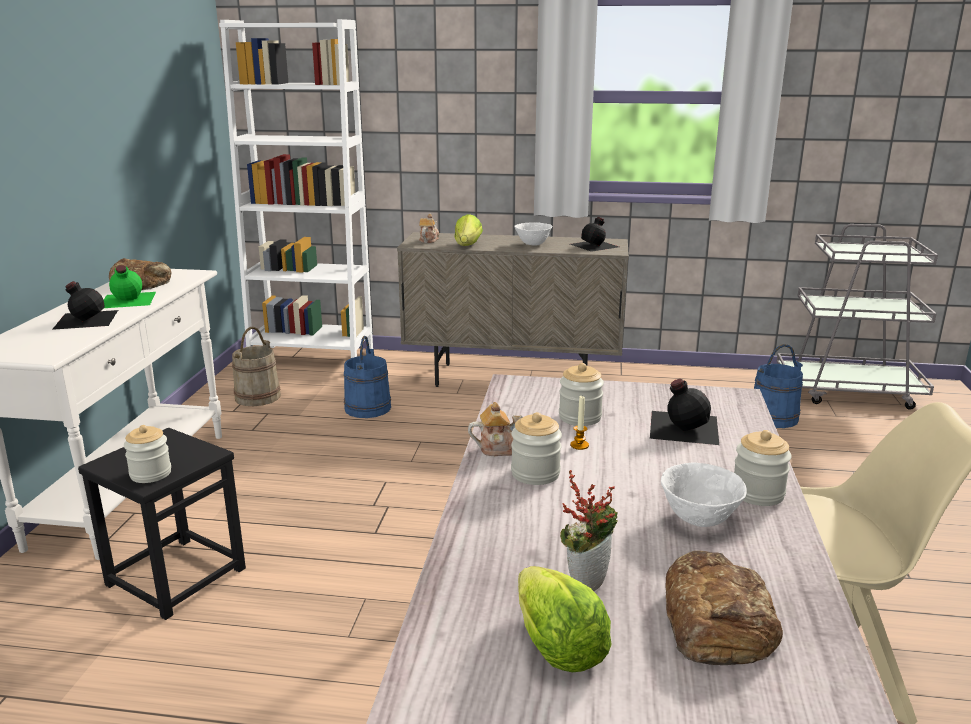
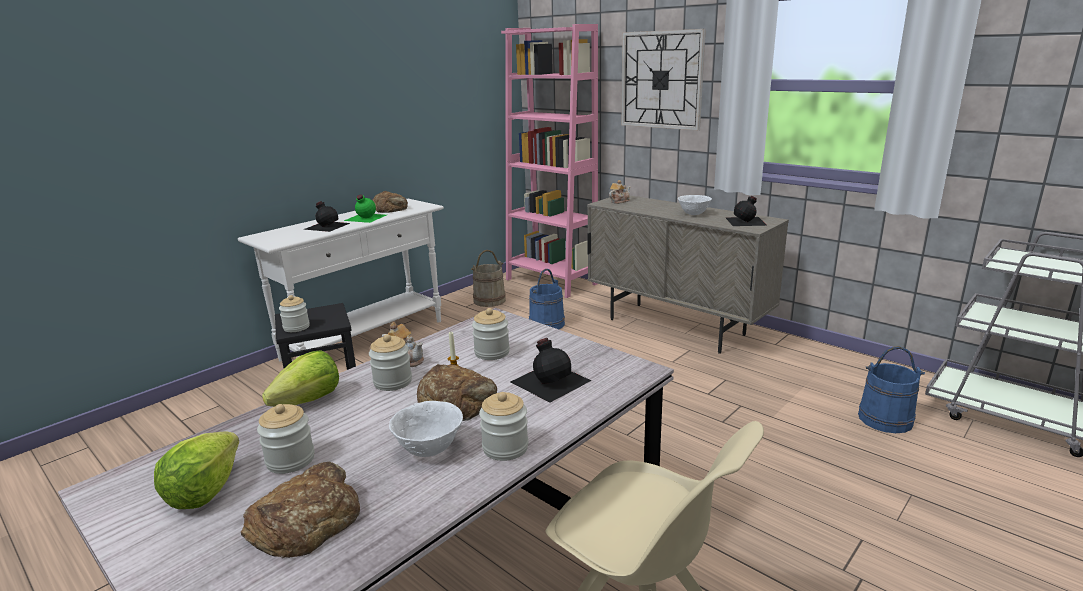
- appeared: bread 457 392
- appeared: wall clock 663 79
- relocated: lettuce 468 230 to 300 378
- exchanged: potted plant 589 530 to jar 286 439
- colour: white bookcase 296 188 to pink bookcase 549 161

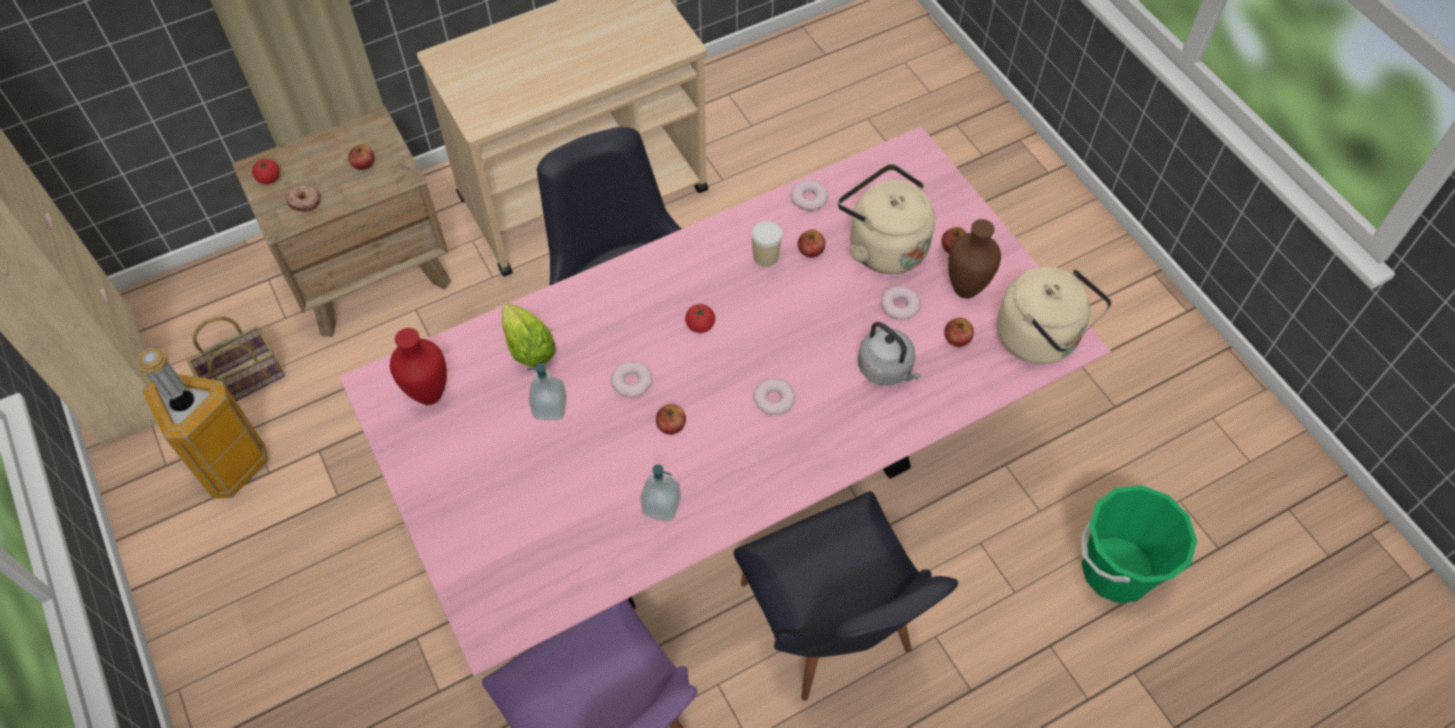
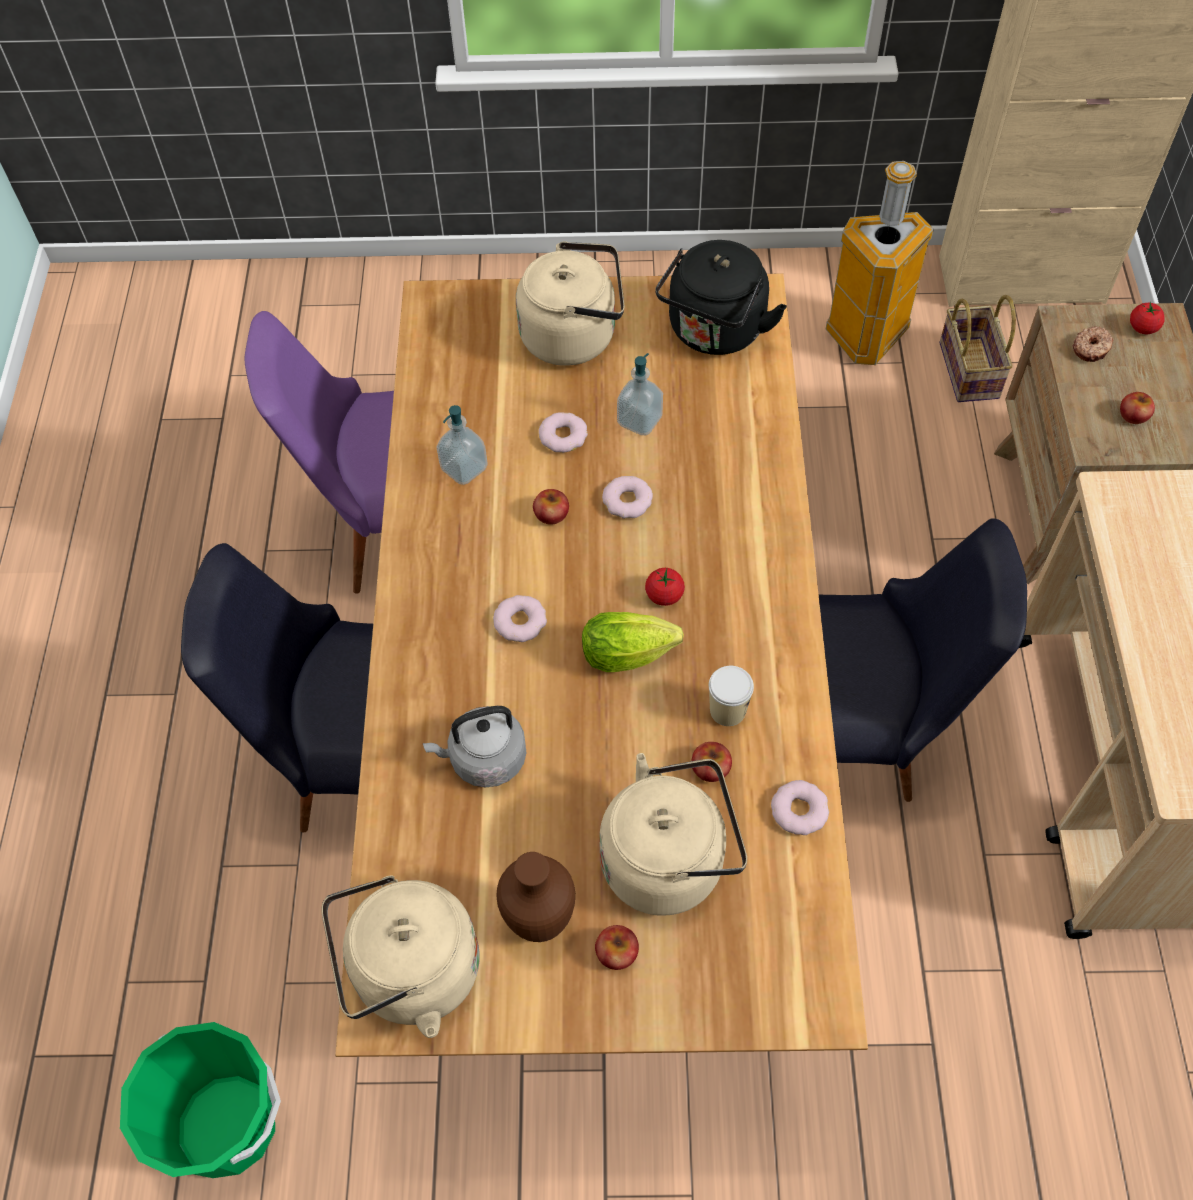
- missing: apple 959 332
- appeared: beige kettle 570 303
- relocated: lettuce 529 335 to 633 642
- relocated: donut 901 303 to 563 432
- exchanged: red vase 418 366 to black kettle 721 297
- colour: pink dining table 725 401 to brown dining table 601 665

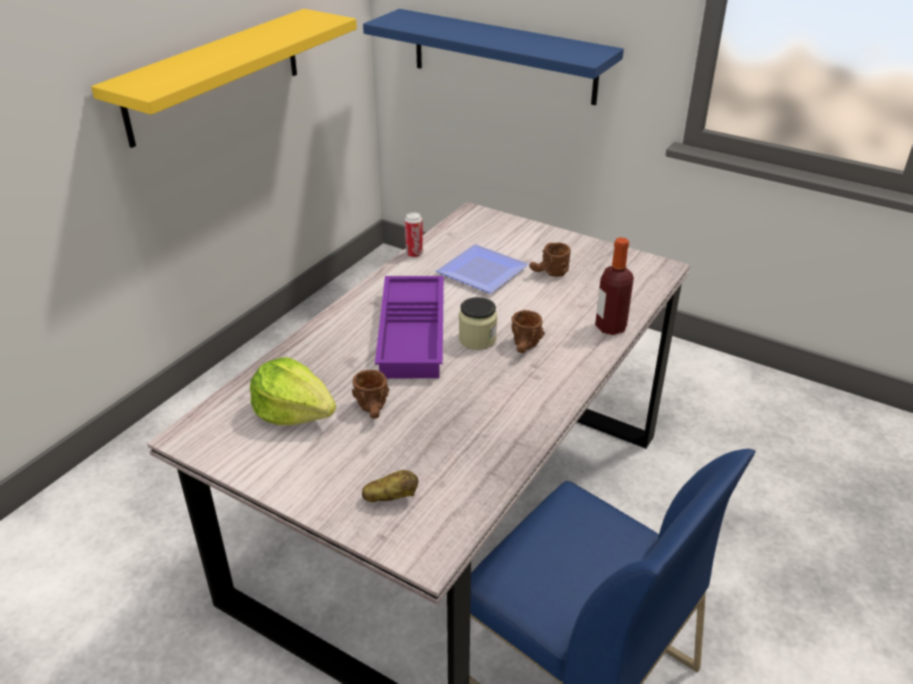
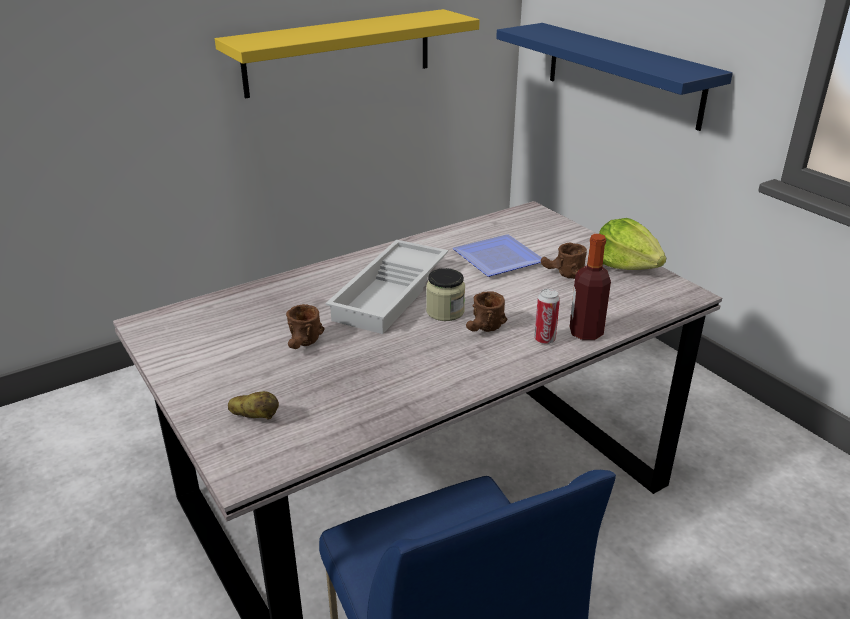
- relocated: lettuce 293 391 to 632 244
- relocated: can 414 235 to 547 316
- colour: purple tray 409 327 to white tray 386 287

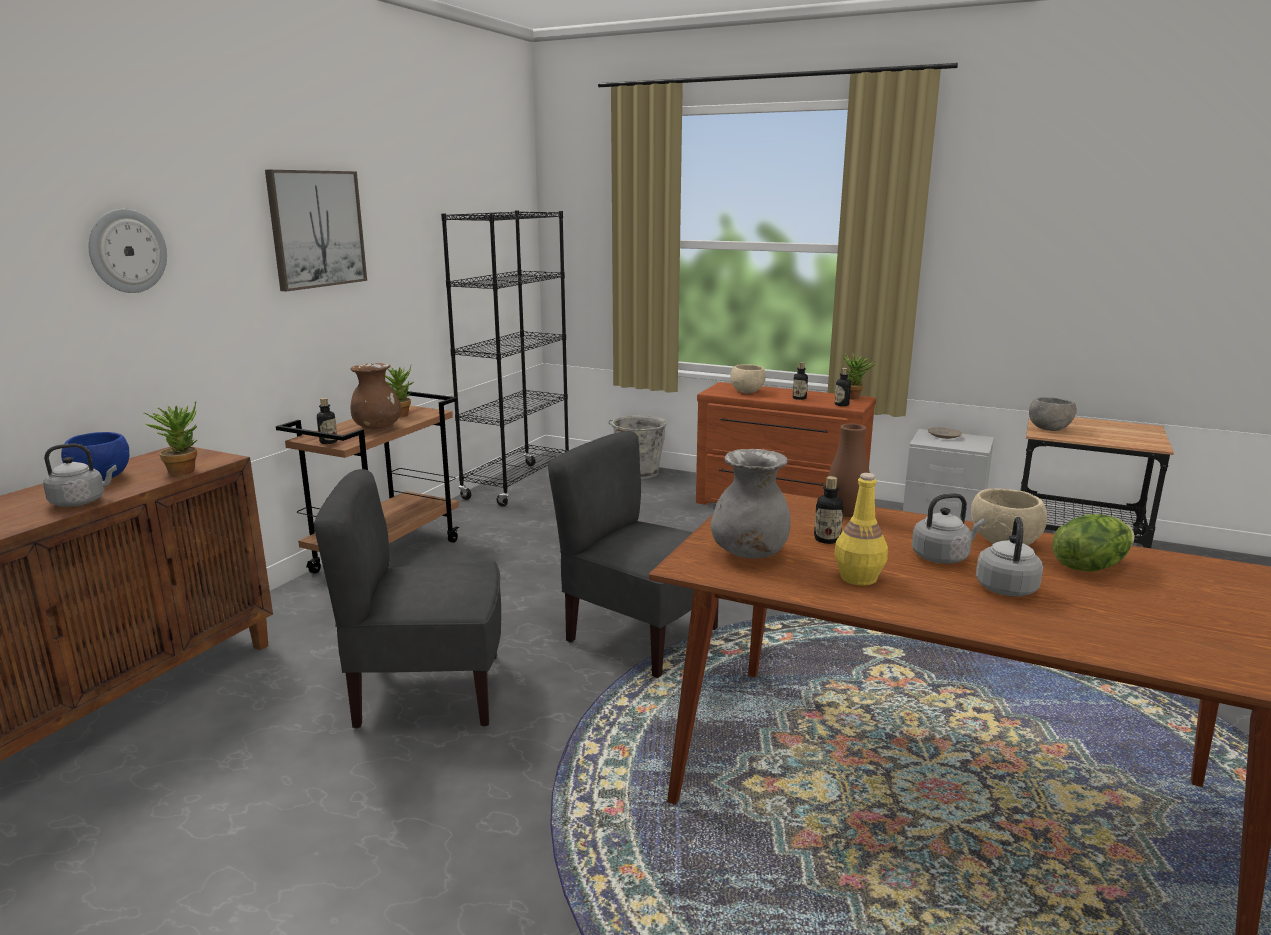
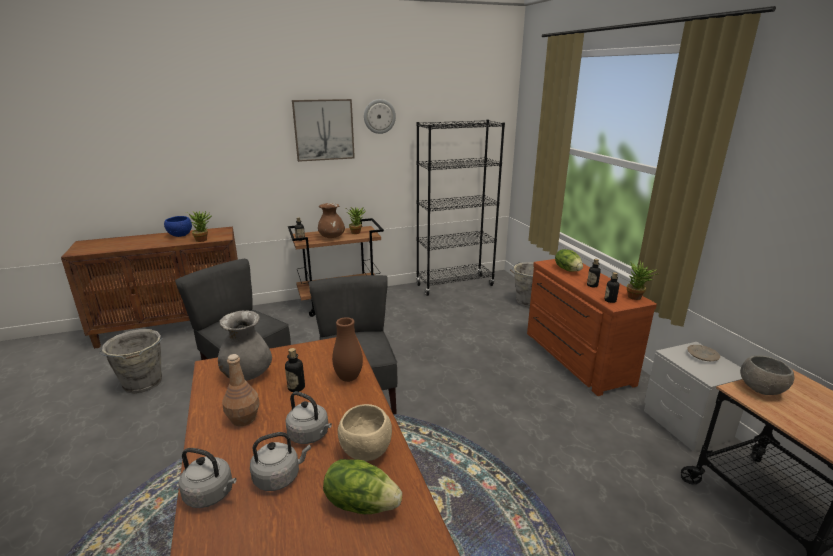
- appeared: grey bucket 131 361
- relocated: grey kettle 80 475 to 207 478
- relocated: wall clock 128 251 to 380 116
- exchanged: beige bowl 748 379 to lettuce 569 260
- colour: yellow bottle 861 529 to brown bottle 241 390

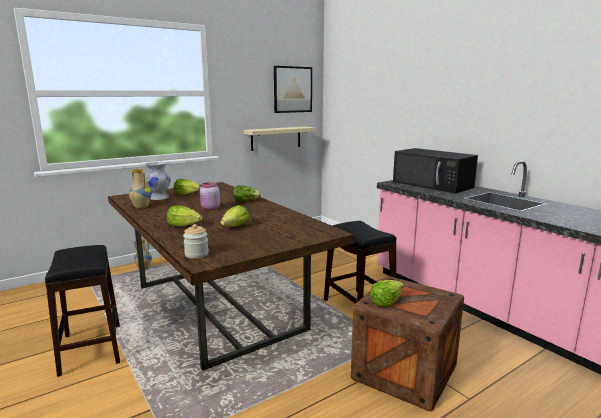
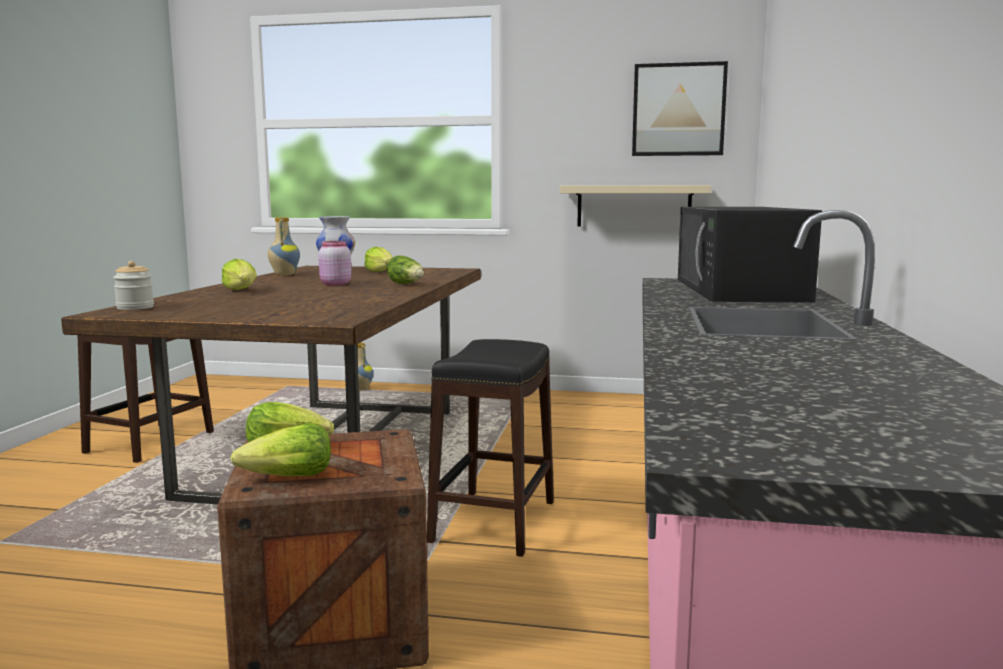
- relocated: lettuce 234 215 to 281 449

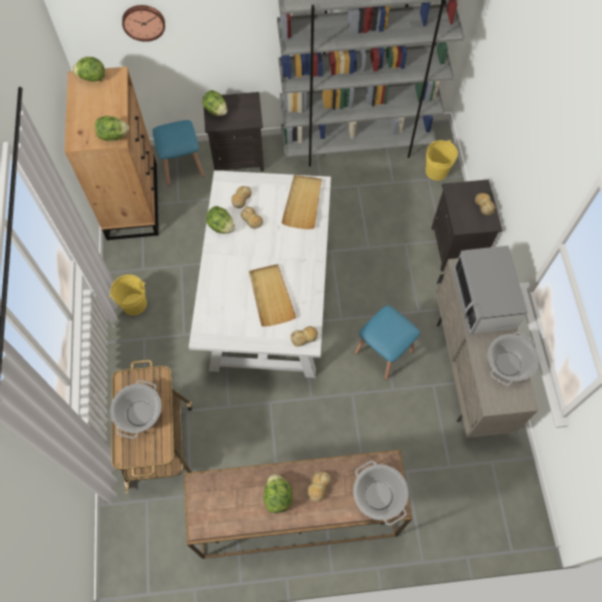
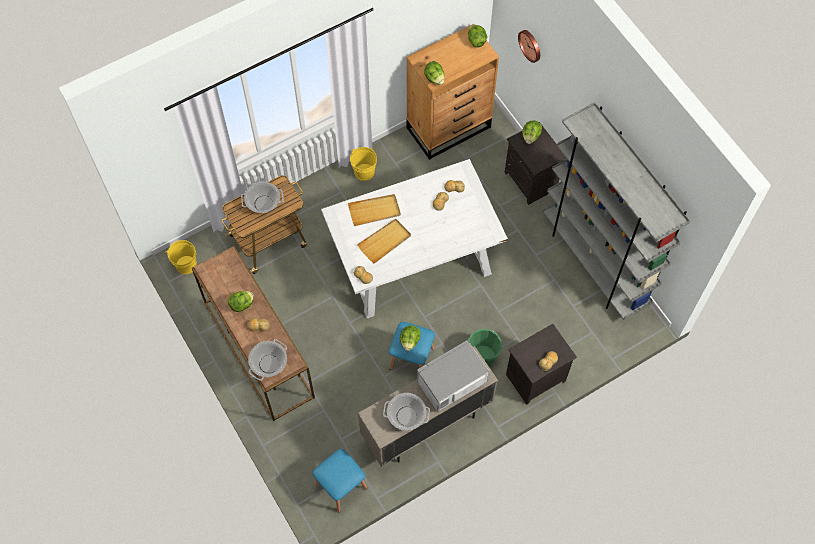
- appeared: green bucket 485 347
- relocated: blue stool 178 153 to 340 480
- relocated: lettuce 220 220 to 410 338
- relocated: beige tray 301 202 to 374 210
- relocated: yellow bucket 442 160 to 181 257

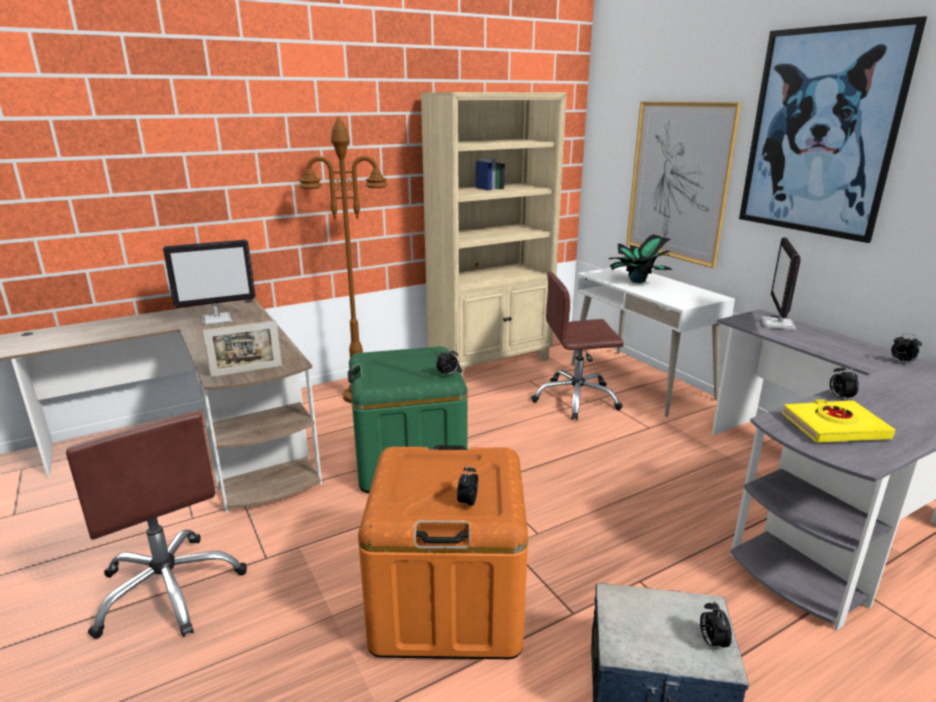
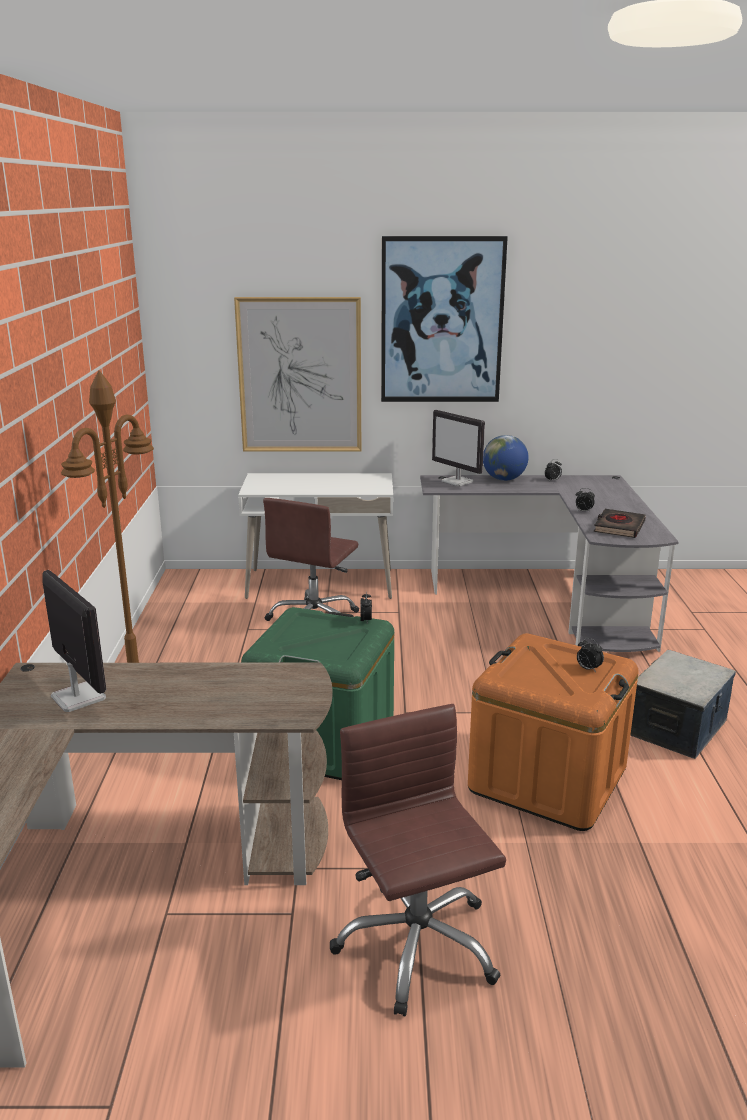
- missing: picture frame 242 348
- missing: beige bookcase 494 235
- missing: potted plant 640 258
- missing: alarm clock 716 627
- appeared: globe 506 458
- colour: yellow book 838 421 to black book 620 523
- spun: brown office chair 156 525 = 418 860 105 degrees counterclockwise
- spun: monitor 209 282 = 74 641 45 degrees counterclockwise

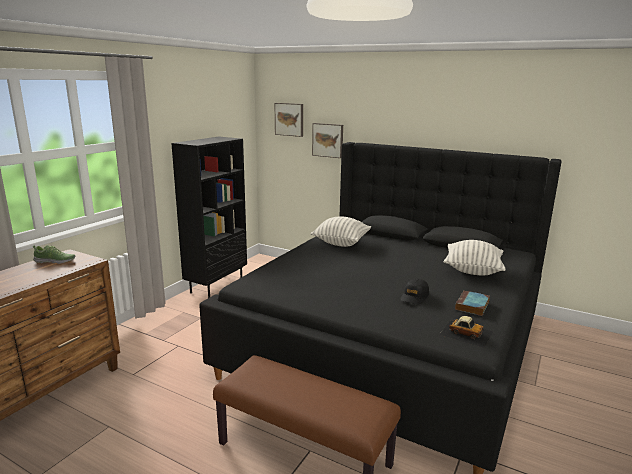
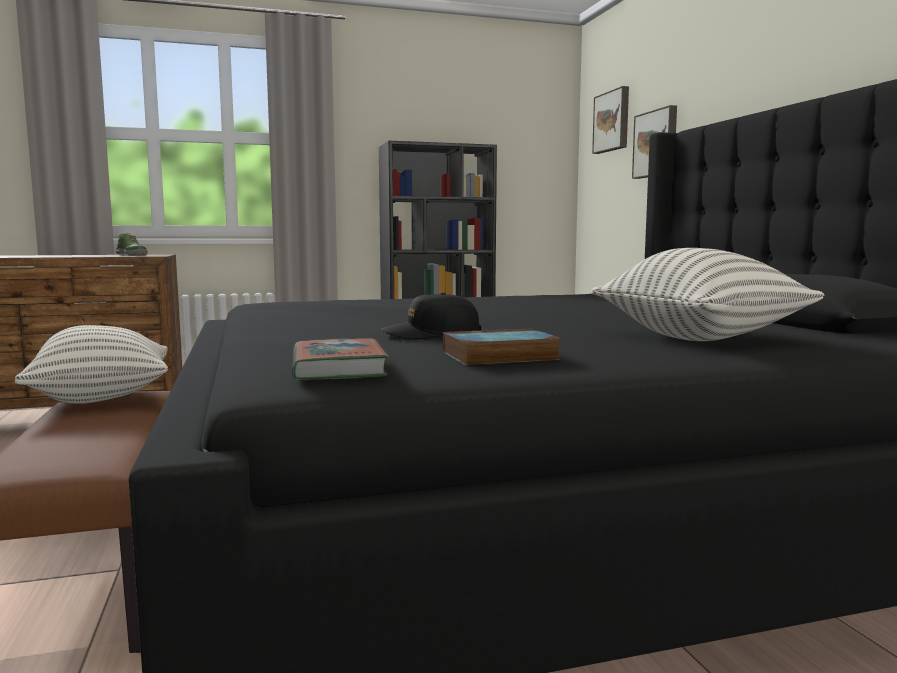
- relocated: pillow 341 231 to 91 364
- exchanged: toy car 466 332 to book 340 359

